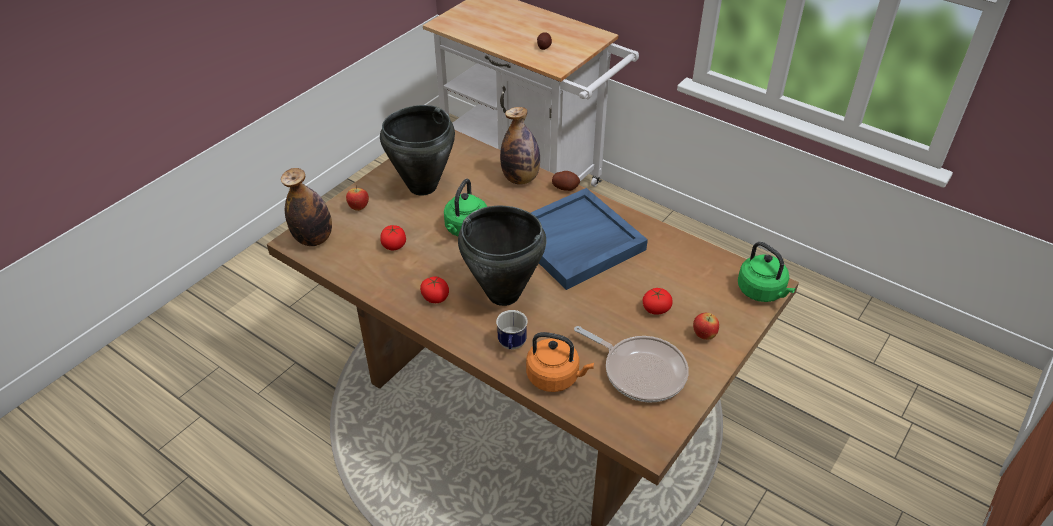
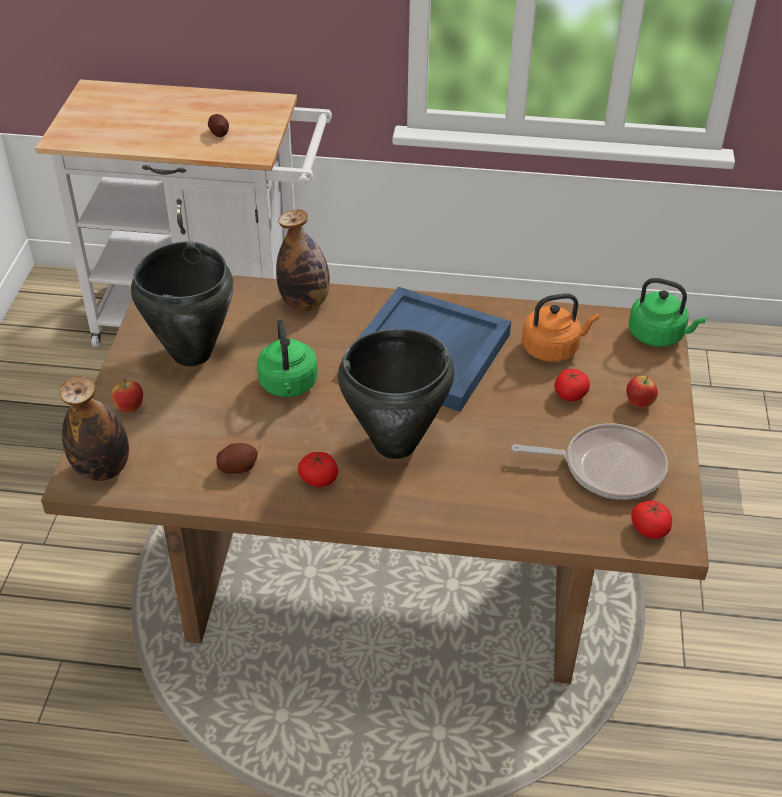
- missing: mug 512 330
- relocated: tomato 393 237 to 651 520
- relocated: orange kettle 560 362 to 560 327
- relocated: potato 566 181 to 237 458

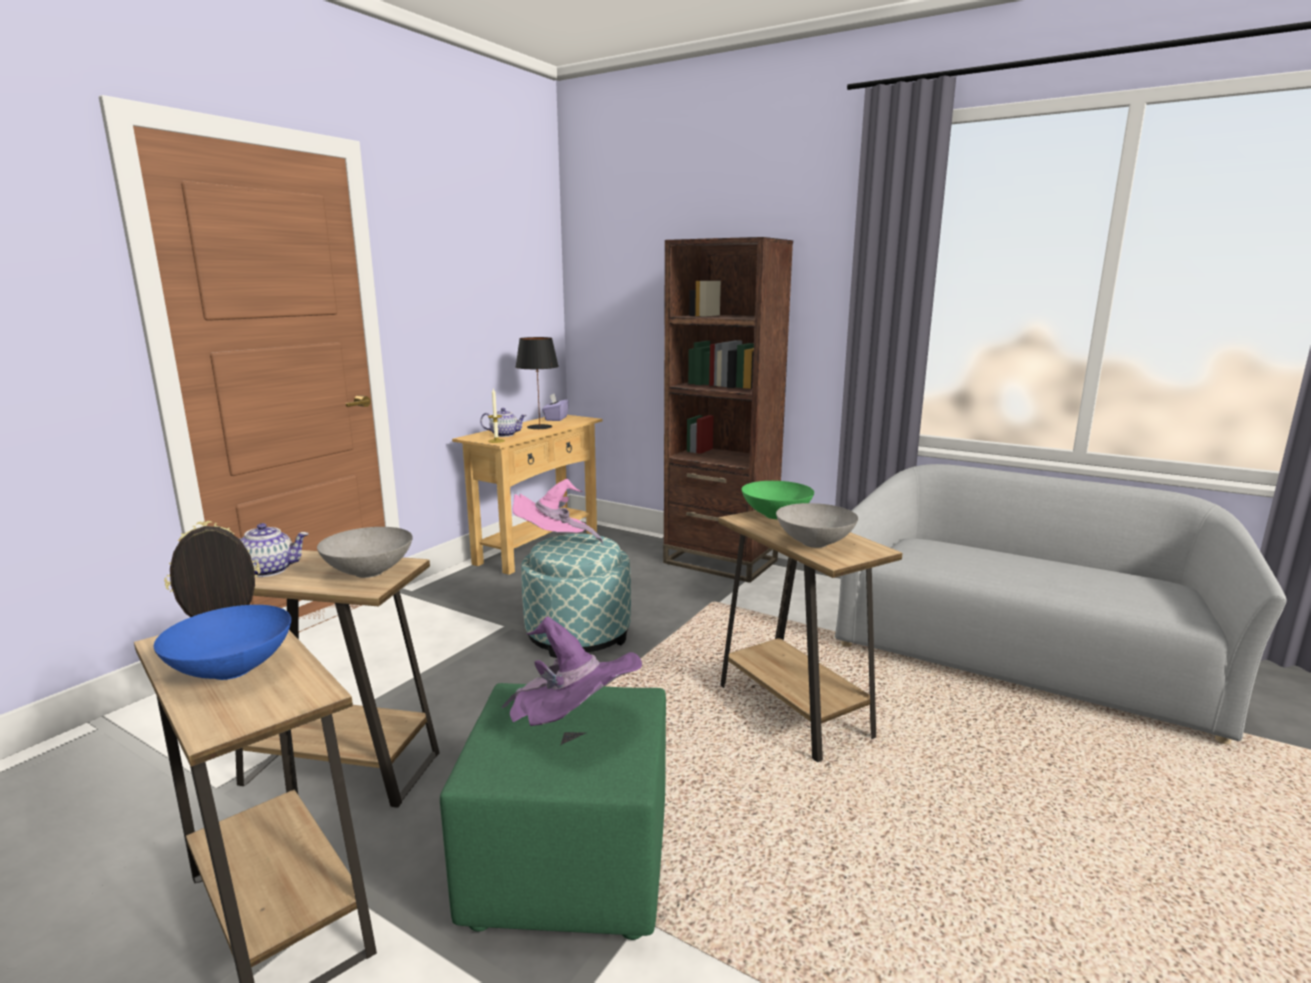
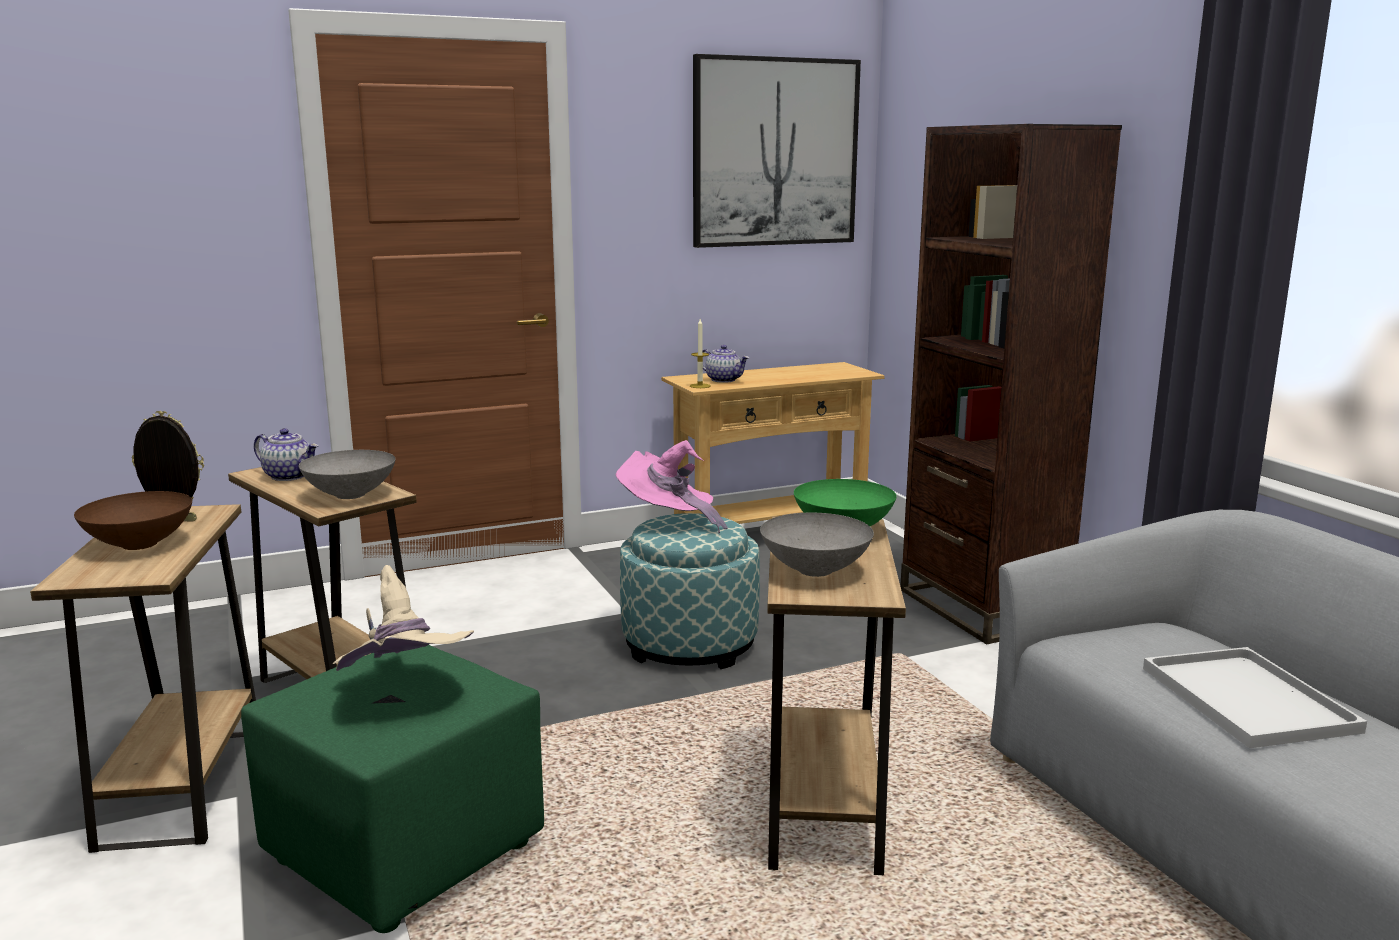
- missing: black table lamp 537 383
- missing: purple tissue box 555 407
- appeared: picture 777 151
- appeared: white tray 1255 697
- colour: blue bowl 222 642 to brown bowl 133 520
- colour: purple hat 571 671 to beige hat 403 618

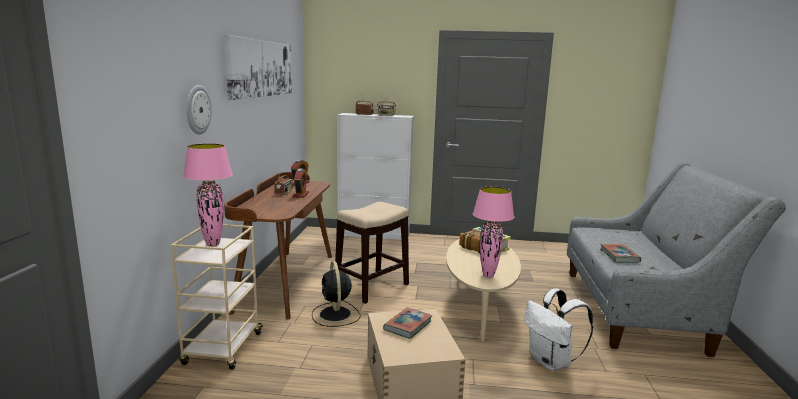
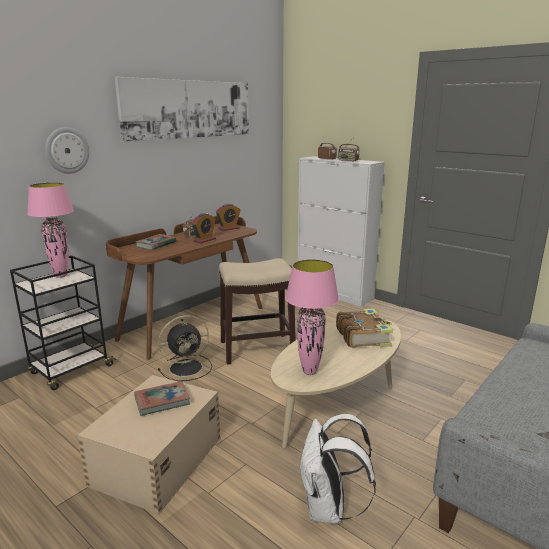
- relocated: book 620 253 to 156 242
- colour: beige cart 217 296 to black cart 63 323
- spun: black fan 336 294 = 185 348 135 degrees counterclockwise

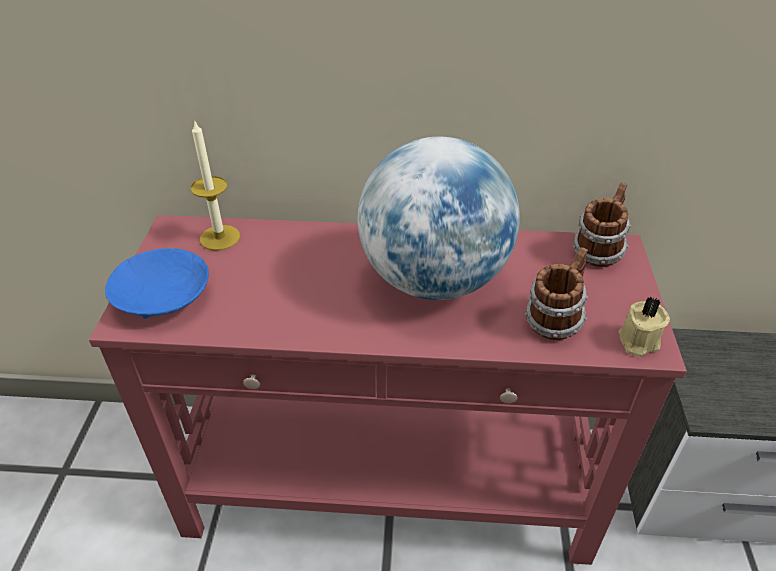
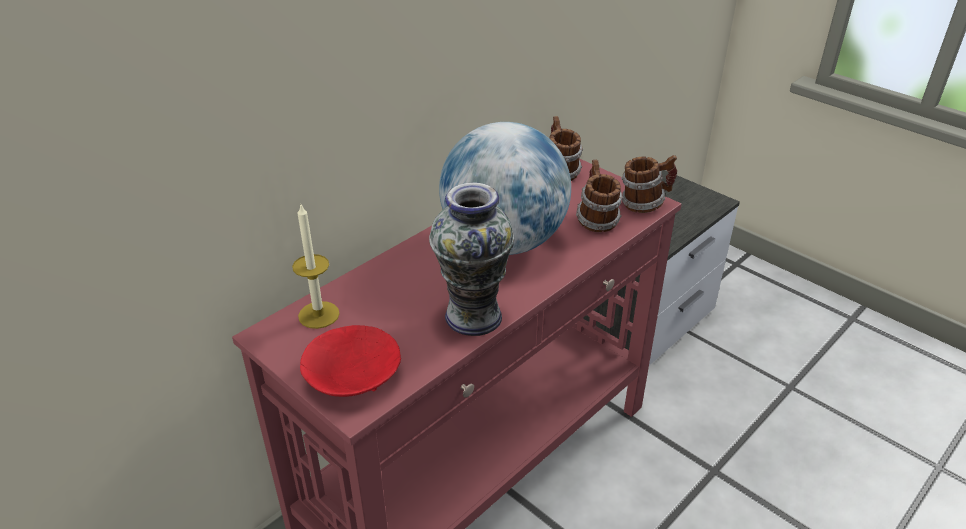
- appeared: vase 471 259
- exchanged: beige candle 644 326 to mug 649 184
- colour: blue bowl 157 283 to red bowl 350 361

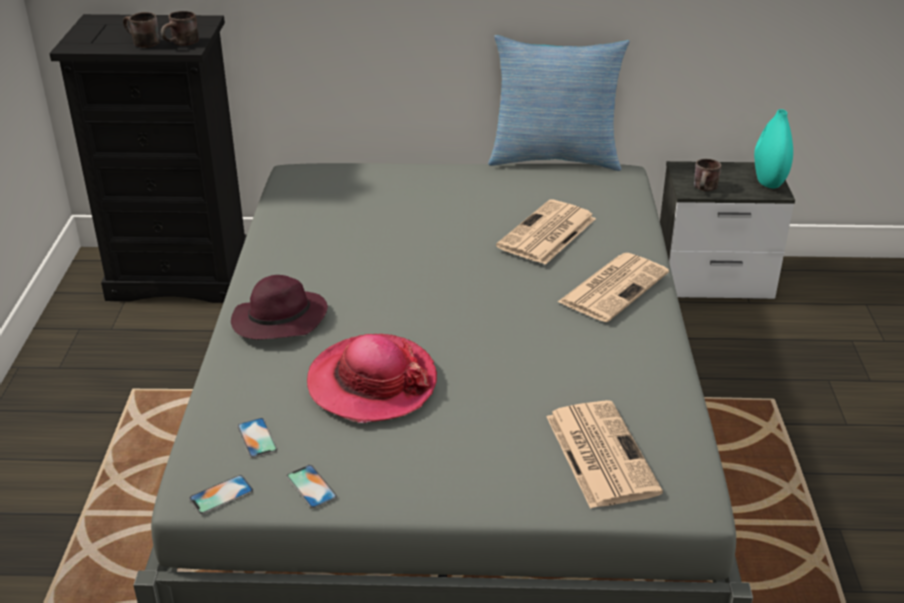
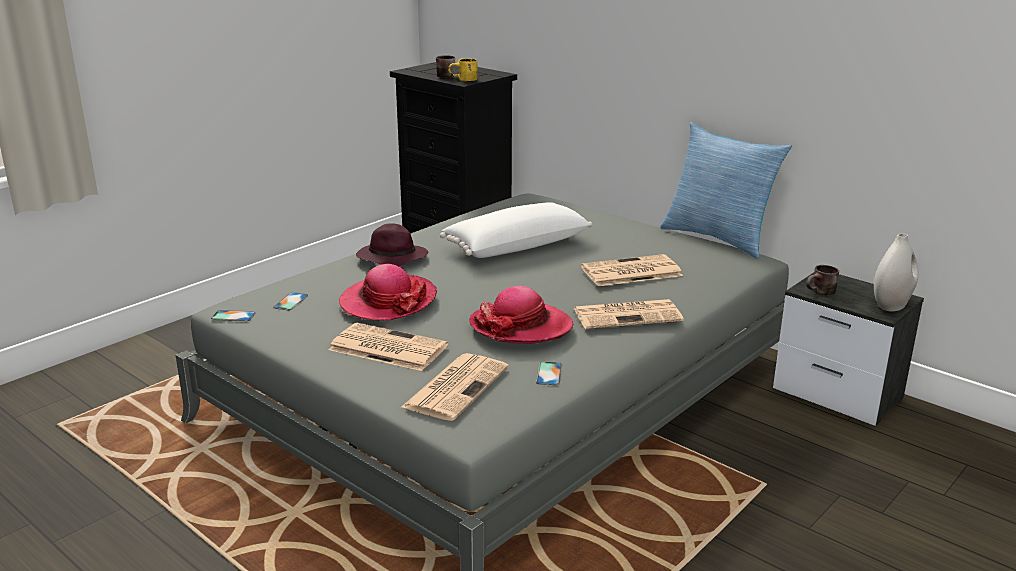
- appeared: newspaper 388 347
- appeared: white pillow 516 230
- appeared: hat 521 315
- relocated: phone 311 486 to 549 373
- colour: brown mug 180 28 to yellow mug 462 70
- colour: turquoise vase 773 148 to white vase 896 272

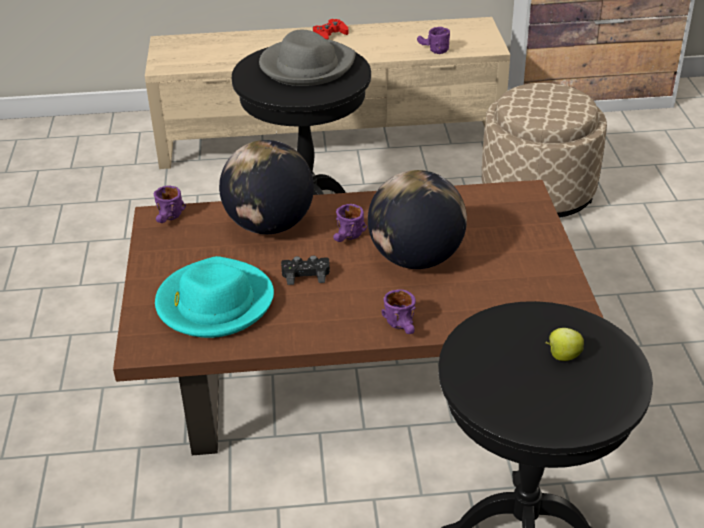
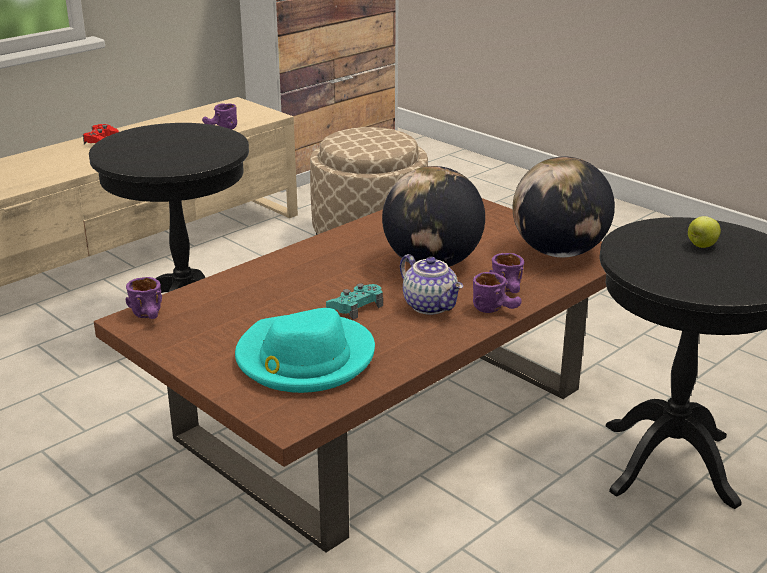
- missing: grey hat 307 58
- appeared: teapot 431 284
- relocated: globe 266 187 to 564 206
- relocated: purple mug 350 223 to 506 273
- colour: black game controller 305 270 to turquoise game controller 354 301

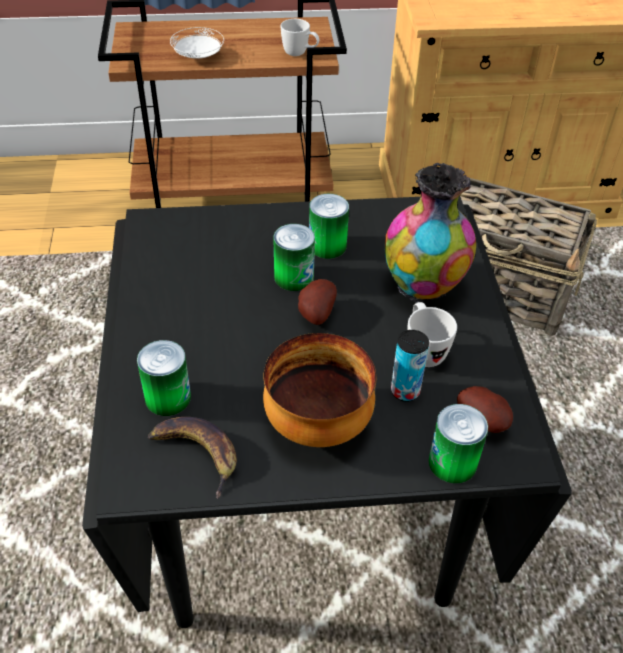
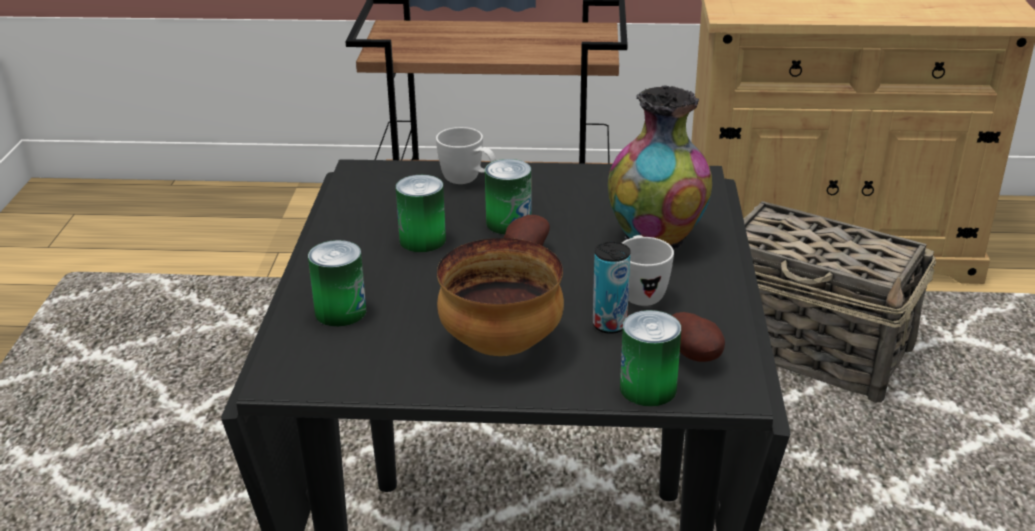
- missing: banana 192 458
- missing: white plate 197 43
- relocated: white mug 300 37 to 466 155
- relocated: can 329 226 to 421 213

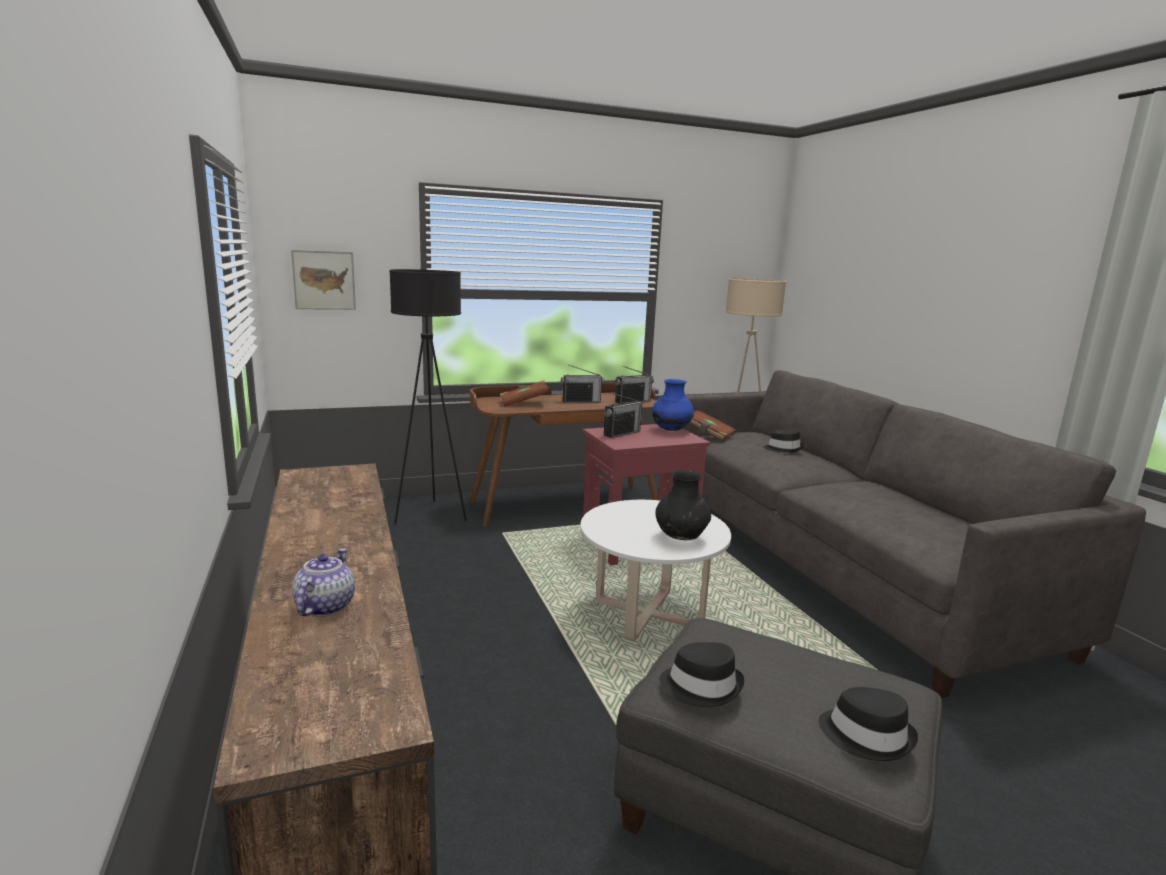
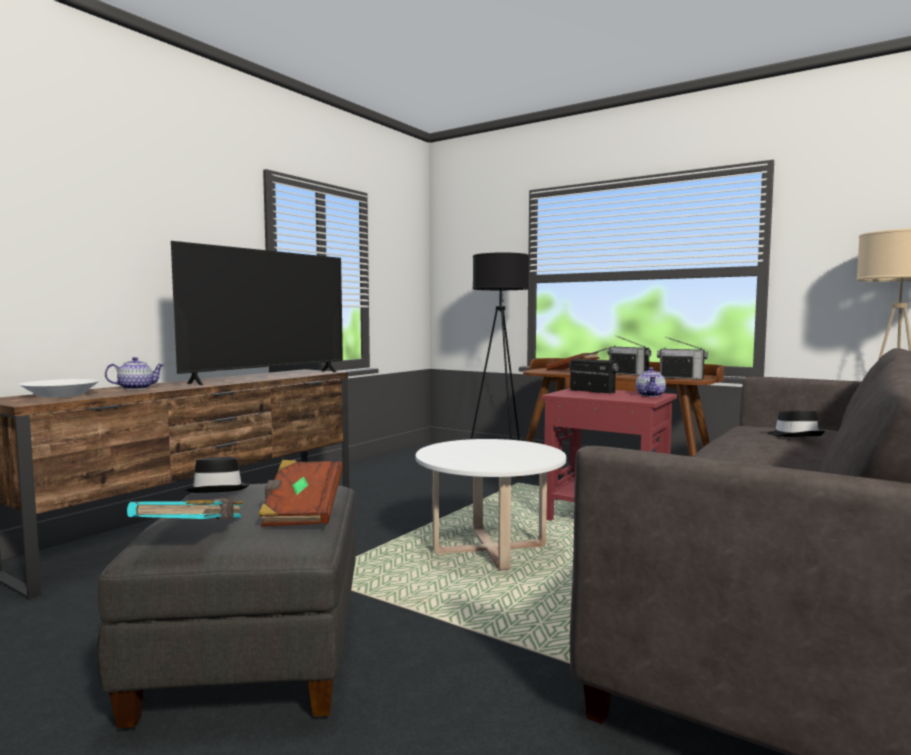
- missing: picture 323 280
- missing: black vase 683 505
- appeared: white bowl 59 388
- appeared: television 257 313
- relocated: brown book 712 426 to 300 493
- exchanged: blue vase 673 405 to teapot 651 382
- exchanged: black hat 868 724 to turquoise book 185 509
- spun: radio 624 415 = 594 370 150 degrees counterclockwise

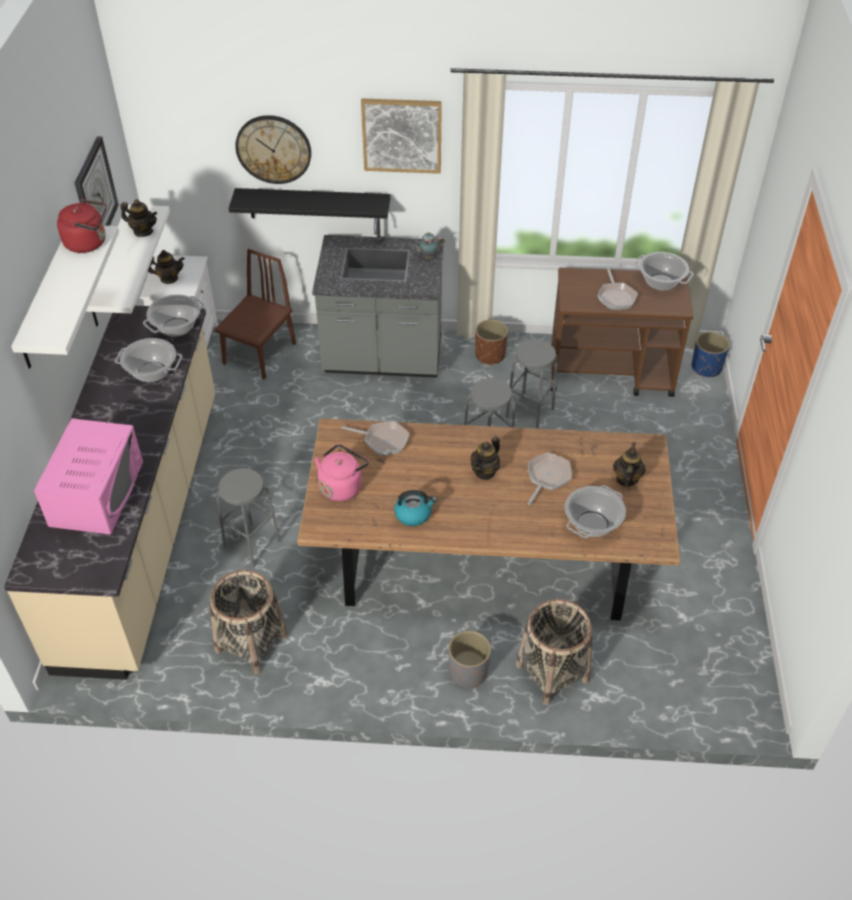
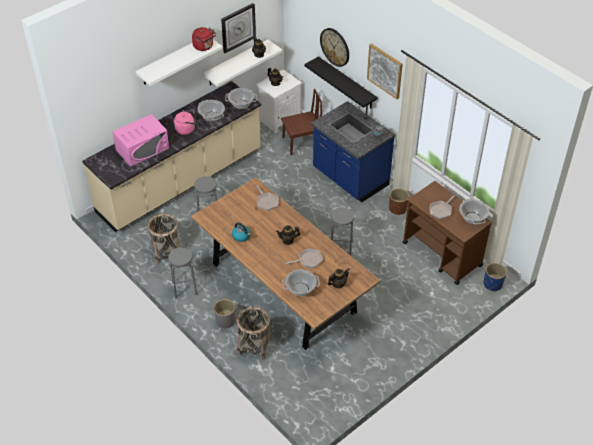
- relocated: pink kettle 341 472 to 185 122
- relocated: grey stool 531 384 to 182 273
- colour: grey counter 378 298 to blue counter 353 151

